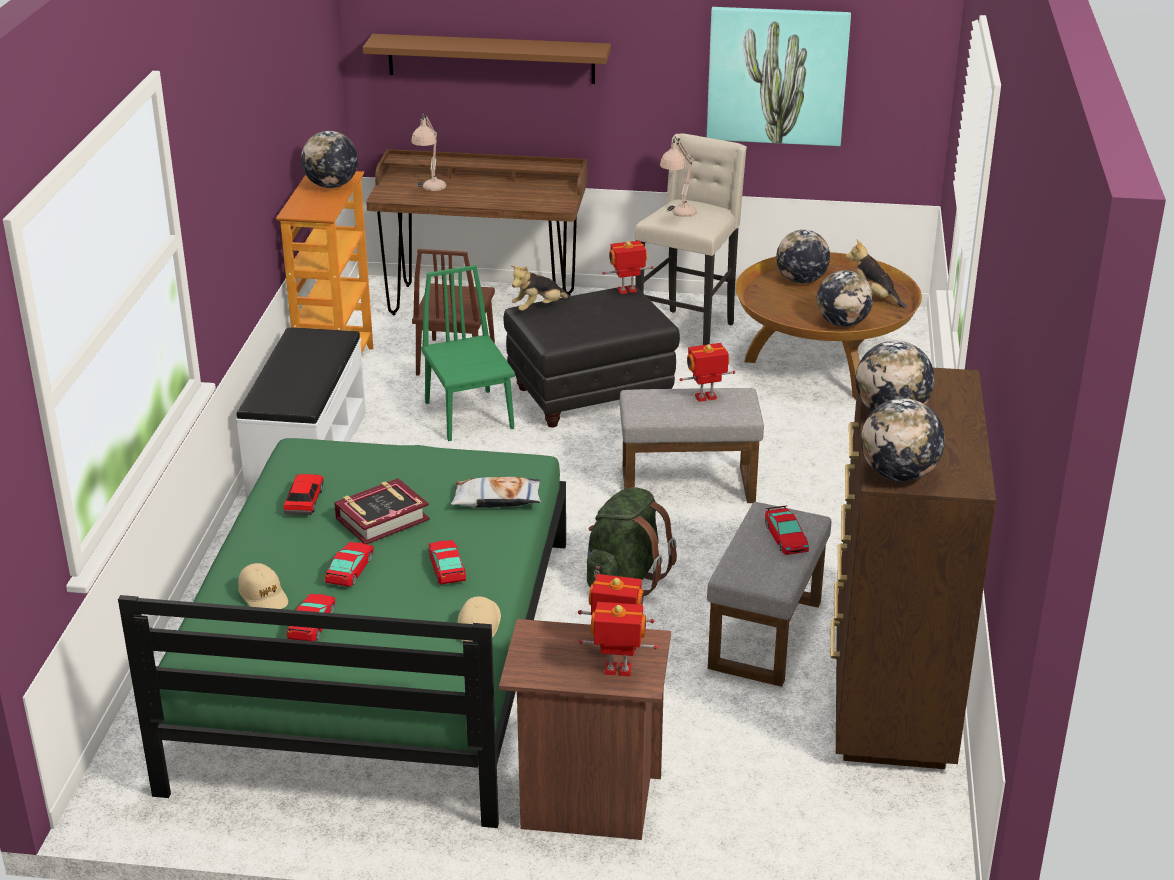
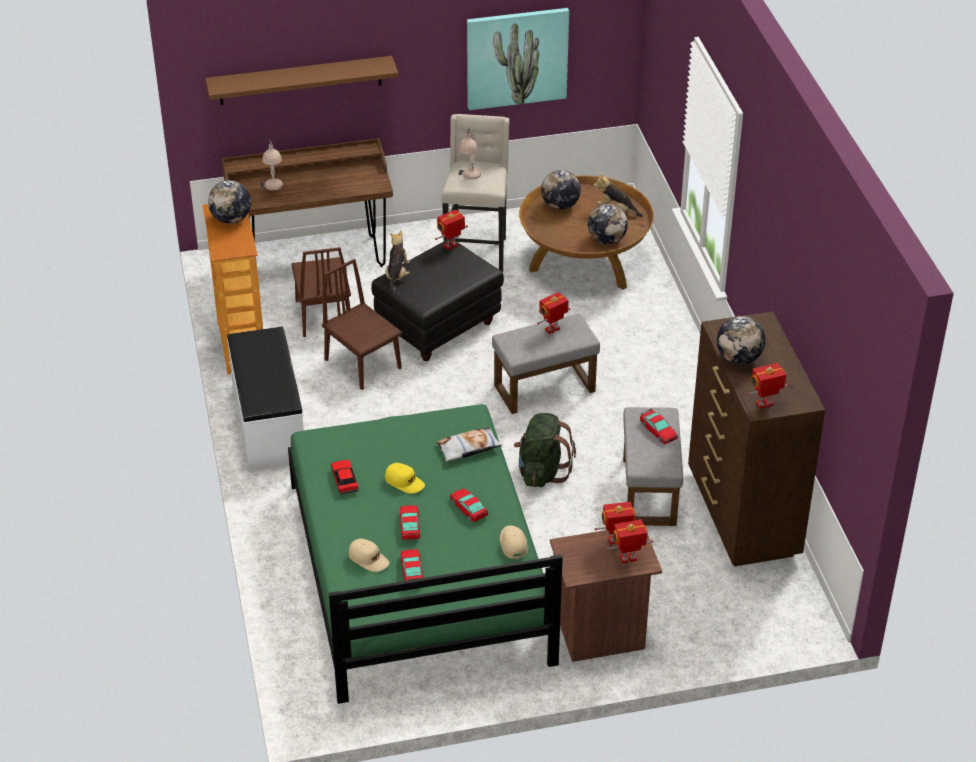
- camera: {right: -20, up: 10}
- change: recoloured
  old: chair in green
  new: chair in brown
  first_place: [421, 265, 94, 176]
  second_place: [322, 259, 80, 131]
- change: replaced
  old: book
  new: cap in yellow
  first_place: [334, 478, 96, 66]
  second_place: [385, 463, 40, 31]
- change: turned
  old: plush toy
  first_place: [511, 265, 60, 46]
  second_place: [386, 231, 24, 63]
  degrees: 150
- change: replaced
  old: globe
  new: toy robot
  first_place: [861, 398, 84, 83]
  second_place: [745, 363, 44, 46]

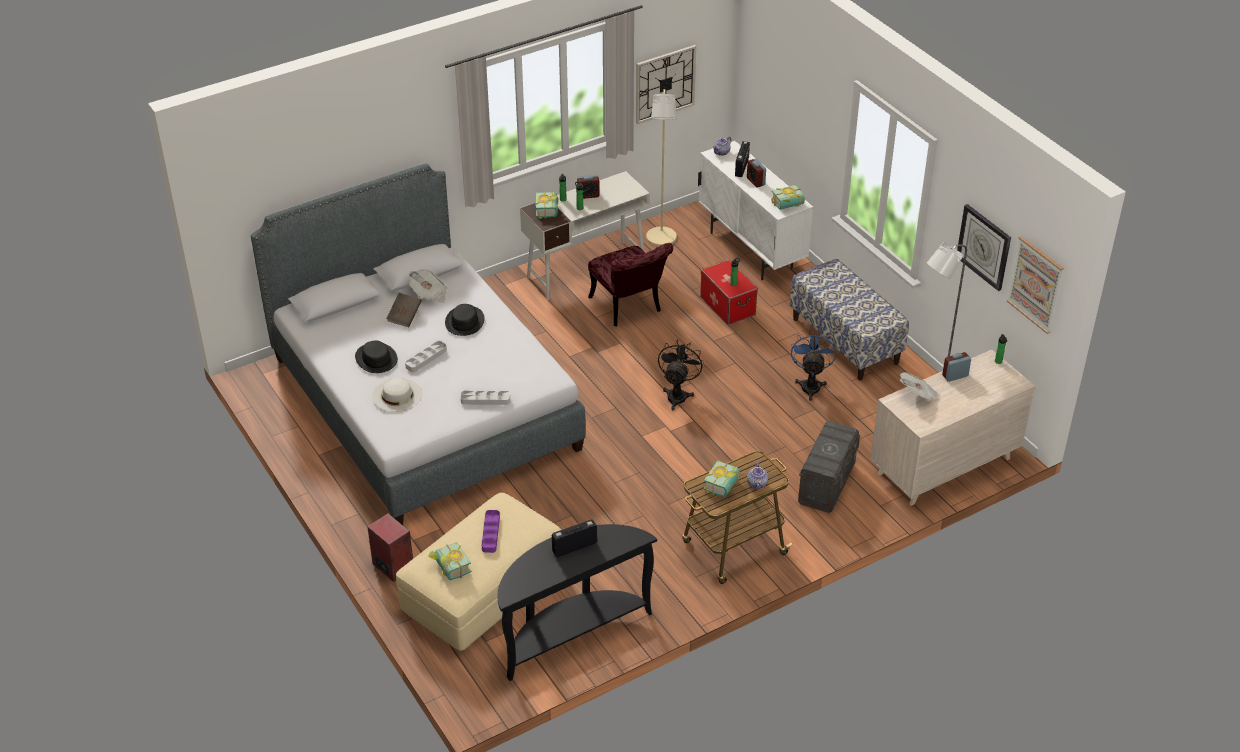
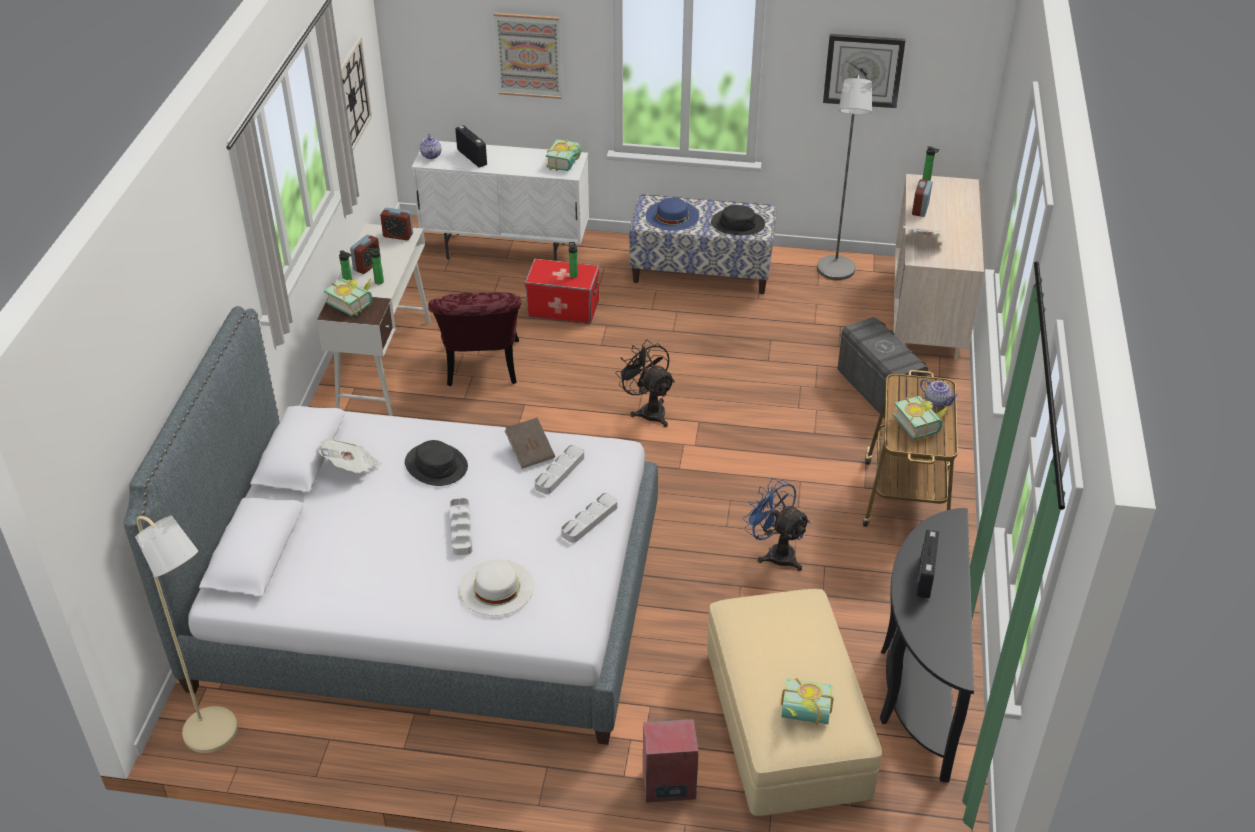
- camera: {right: -50, up: 0}
- change: moved
  old: floor lamp in beige
  first_place: [646, 89, 31, 158]
  second_place: [135, 516, 103, 237]
- change: moved
  old: alarm clock
  first_place: [747, 158, 19, 30]
  second_place: [380, 208, 33, 32]
- change: turned
  old: chair in red
  first_place: [588, 243, 85, 83]
  second_place: [428, 292, 93, 94]
  degrees: 75
- change: moved
  old: picture
  first_place: [1007, 236, 57, 98]
  second_place: [494, 12, 68, 87]
- change: moved
  old: book in brown
  first_place: [386, 293, 36, 34]
  second_place: [505, 418, 50, 51]
- change: added
  new: tray in grey
  second_place: [535, 445, 49, 49]
- change: added
  new: hat in blue
  second_place: [646, 198, 53, 33]
- change: moved
  old: hat in black
  first_place: [355, 341, 43, 32]
  second_place: [711, 205, 54, 30]
- change: moved
  old: fan in blue
  first_place: [791, 331, 45, 70]
  second_place: [743, 478, 67, 93]
- change: removed
  old: tray in purple
  first_place: [482, 510, 18, 43]

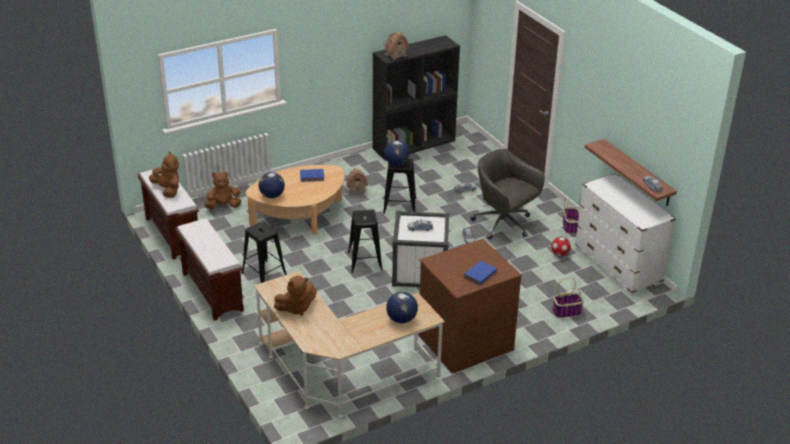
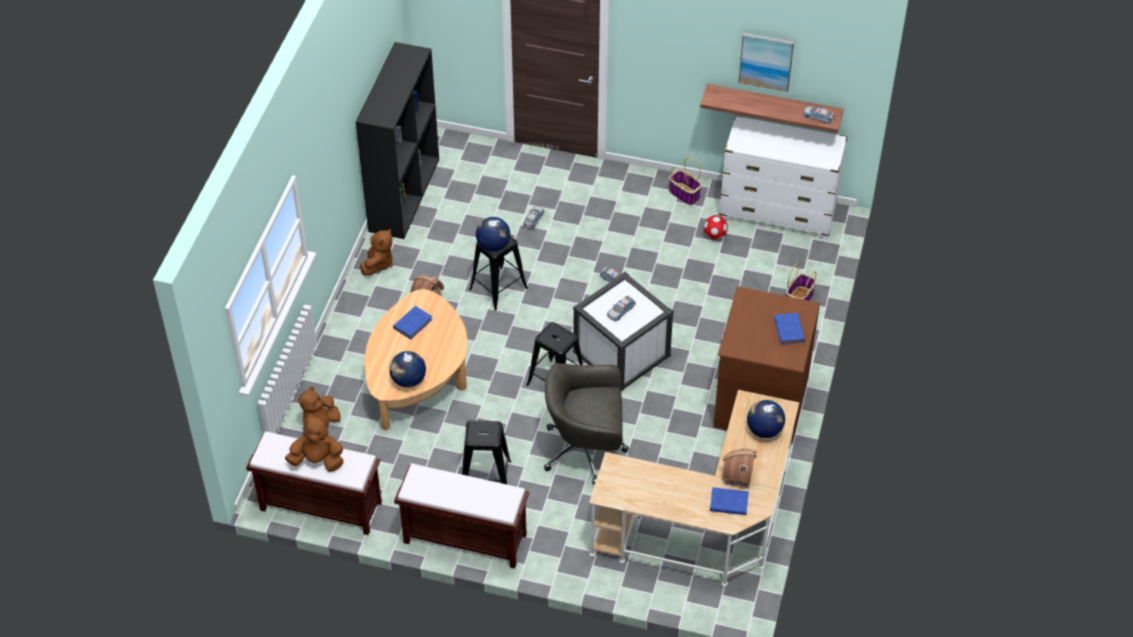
- camera: {right: -45, up: 15}
- change: moved
  old: plush toy in brown
  first_place: [274, 276, 43, 40]
  second_place: [360, 228, 33, 48]
- change: moved
  old: office chair in grey
  first_place: [470, 149, 75, 90]
  second_place: [544, 363, 85, 122]
- change: added
  new: book in blue
  second_place: [710, 487, 39, 28]
- change: moved
  old: toy house
  first_place: [385, 32, 24, 28]
  second_place: [722, 448, 35, 39]
- change: added
  new: picture
  second_place: [738, 33, 56, 59]

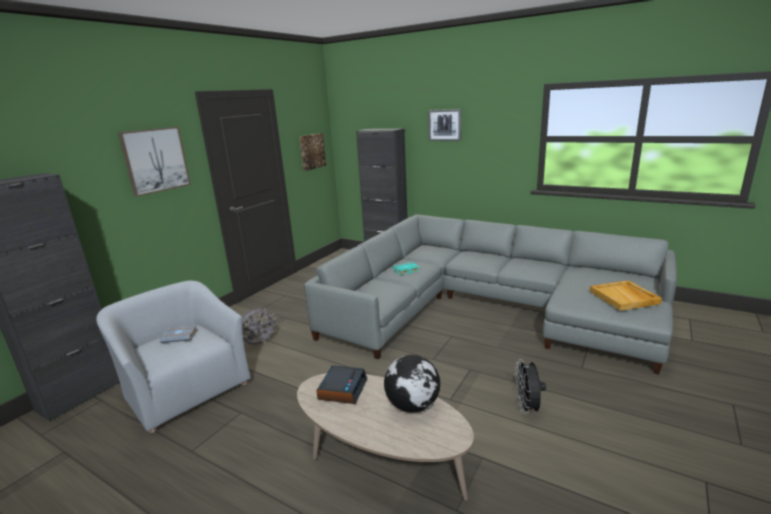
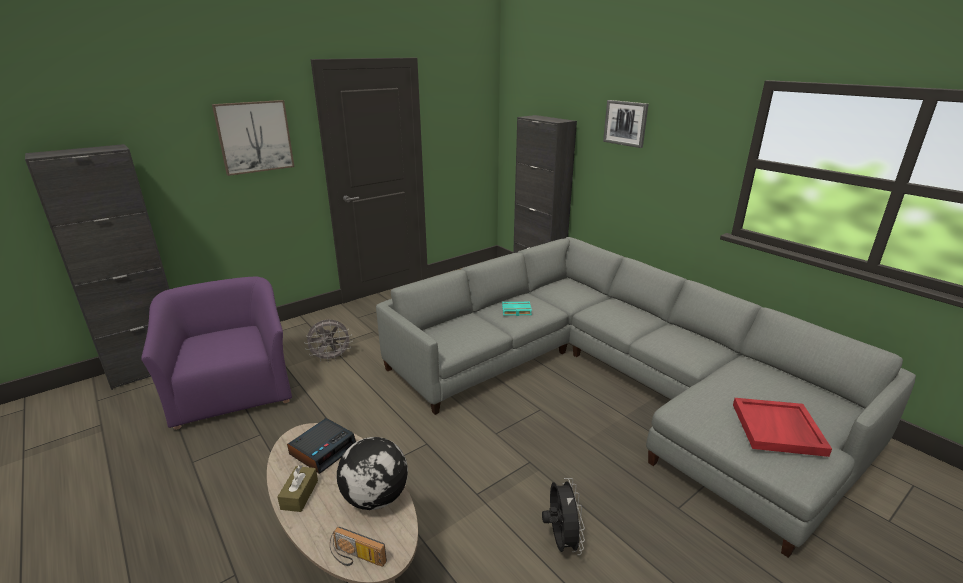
- camera: {right: 20, up: 5}
- change: recoloured
  old: armchair in grey
  new: armchair in purple
  first_place: [96, 280, 155, 153]
  second_place: [141, 276, 151, 154]
- change: added
  new: tissue box in brown
  second_place: [277, 465, 41, 47]
- change: added
  new: radio
  second_place: [330, 527, 57, 40]
- change: turned
  old: fan in black
  first_place: [515, 359, 31, 55]
  second_place: [542, 478, 43, 77]
  degrees: 150
- change: recoloured
  old: tray in beige
  new: tray in red
  first_place: [590, 280, 72, 31]
  second_place: [733, 398, 99, 59]
- change: removed
  old: book in grey
  first_place: [160, 326, 37, 17]
- change: removed
  old: picture
  first_place: [299, 133, 27, 38]

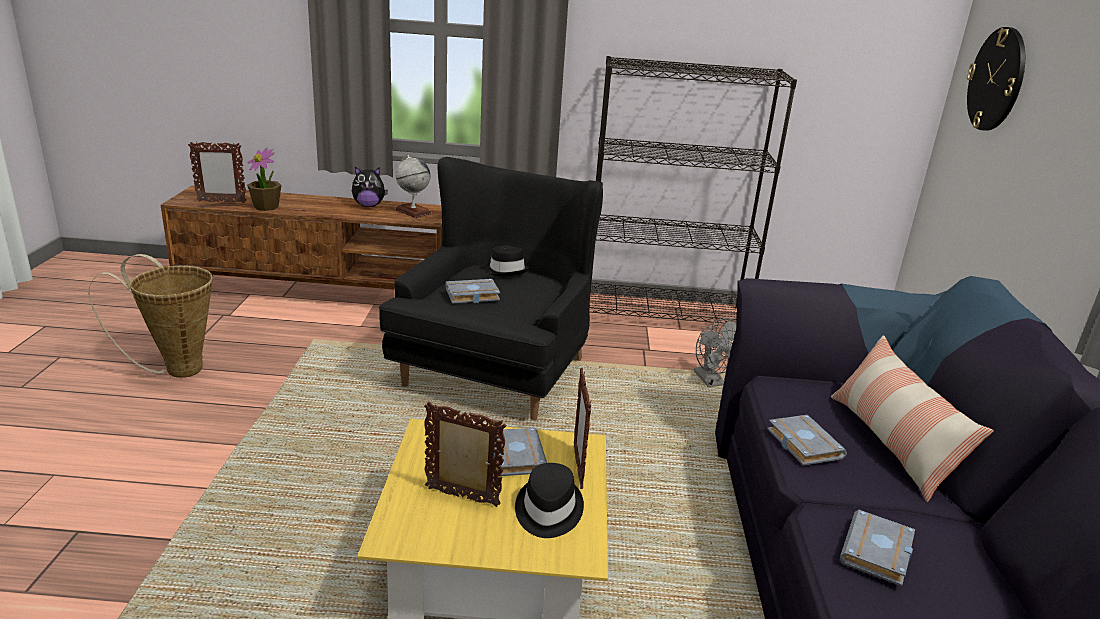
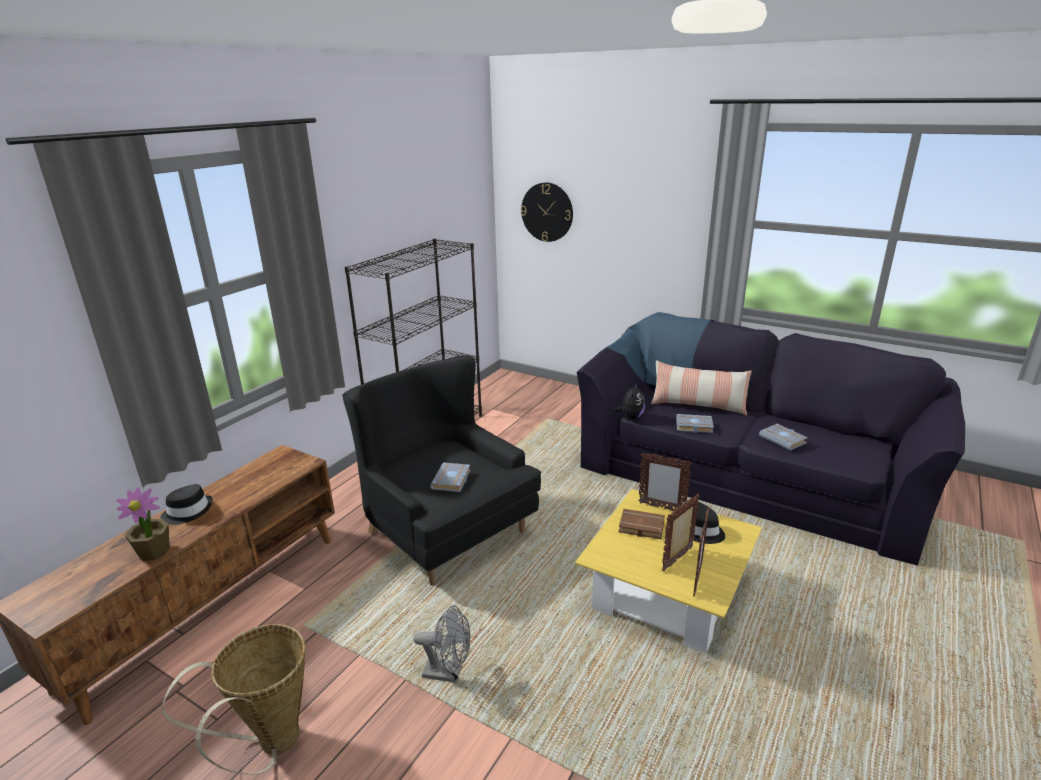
- camera: {right: -60, up: 0}
- change: moved
  old: hat in black
  first_place: [483, 245, 47, 31]
  second_place: [160, 484, 53, 41]
- change: moved
  old: fan in grey
  first_place: [694, 318, 43, 69]
  second_place: [413, 605, 58, 78]
- change: moved
  old: plush toy
  first_place: [352, 167, 36, 40]
  second_place: [614, 382, 31, 37]
- change: recoloured
  old: book in grey
  new: book in brown
  first_place: [494, 428, 53, 48]
  second_place: [619, 509, 46, 30]
- change: moved
  old: picture frame
  first_place: [188, 142, 59, 61]
  second_place: [693, 507, 16, 90]
- change: removed
  old: globe
  first_place: [395, 155, 37, 63]

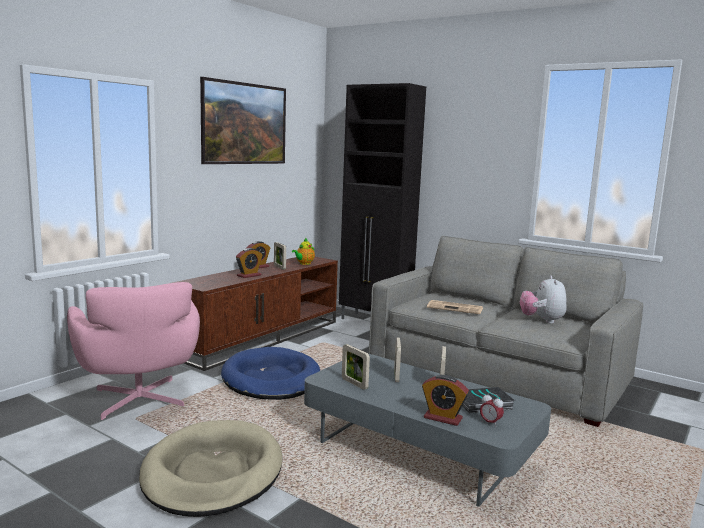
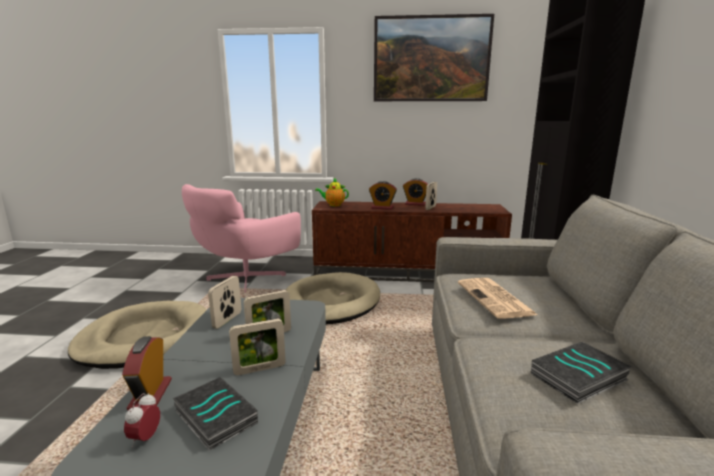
- camera: {right: 60, up: 5}
- change: recoloured
  old: dog bed in blue
  new: dog bed in beige
  first_place: [221, 347, 99, 53]
  second_place: [286, 272, 94, 52]
- change: moved
  old: teapot
  first_place: [292, 238, 23, 27]
  second_place: [315, 178, 34, 28]
- change: replaced
  old: plush toy
  new: book
  first_place: [520, 276, 47, 48]
  second_place: [531, 342, 101, 62]

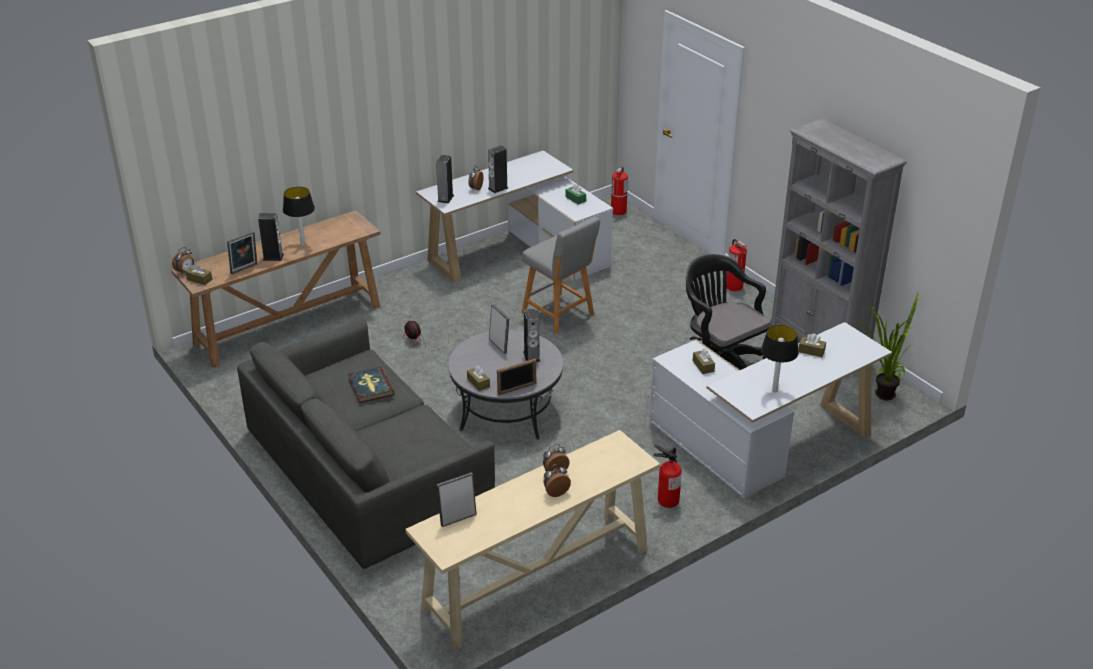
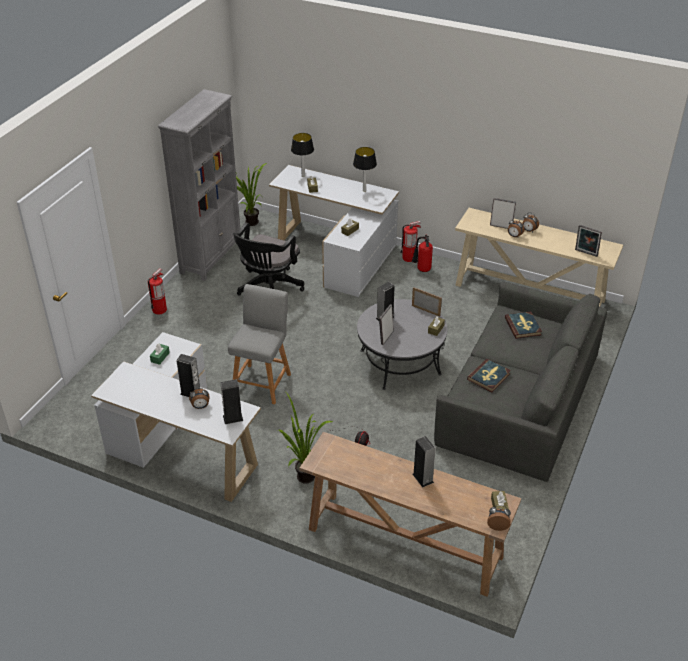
- camera: {right: -120, up: 5}
- change: added
  new: potted plant
  second_place: [278, 392, 55, 92]
- change: moved
  old: table lamp
  first_place: [283, 187, 32, 59]
  second_place: [291, 133, 23, 44]
- change: moved
  old: fire extinguisher
  first_place: [611, 167, 17, 48]
  second_place: [400, 221, 21, 41]
- change: moved
  old: picture frame
  first_place: [227, 231, 30, 43]
  second_place: [490, 198, 26, 31]
- change: added
  new: book
  second_place: [505, 311, 37, 28]

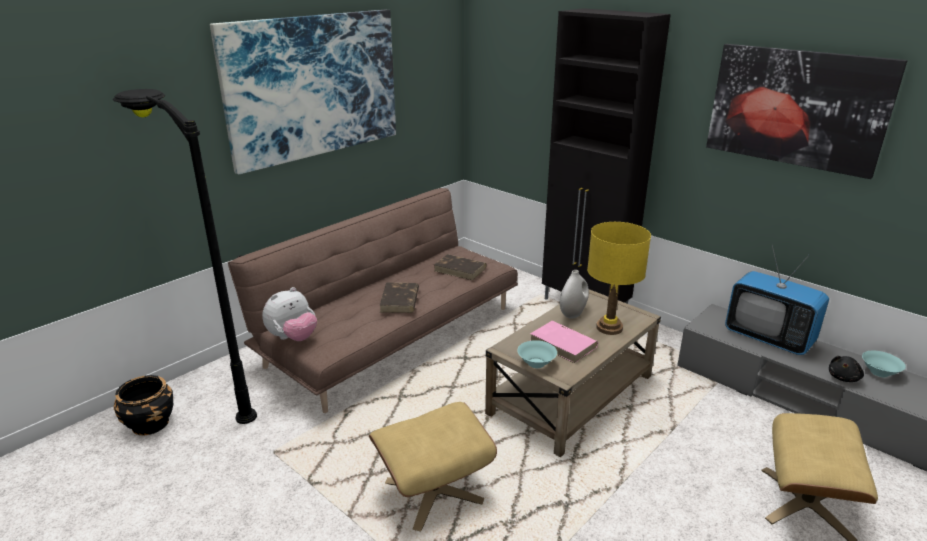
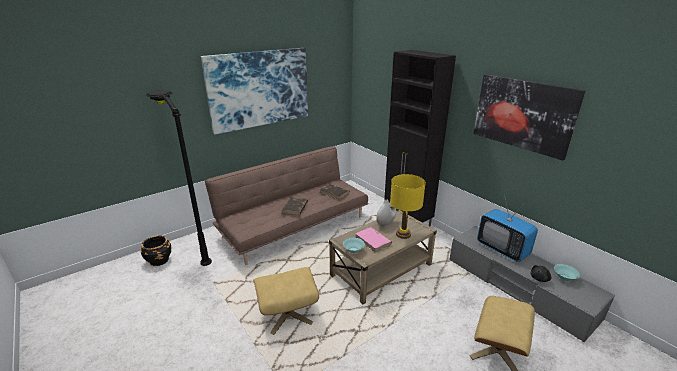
- camera: {right: 10, up: 0}
- change: removed
  old: plush toy
  first_place: [262, 287, 55, 54]

